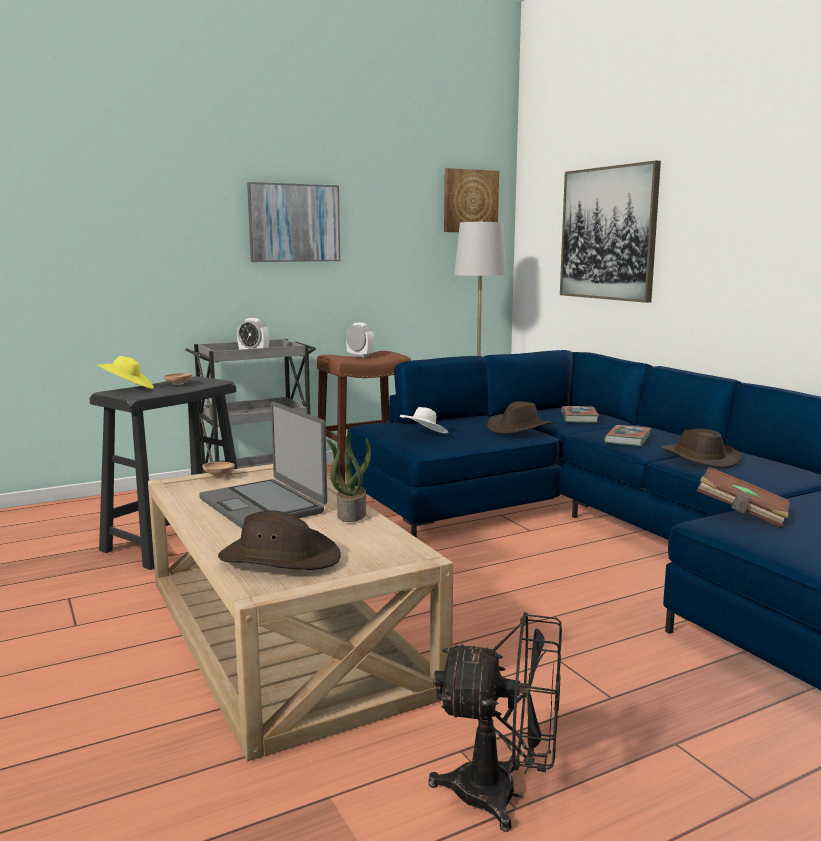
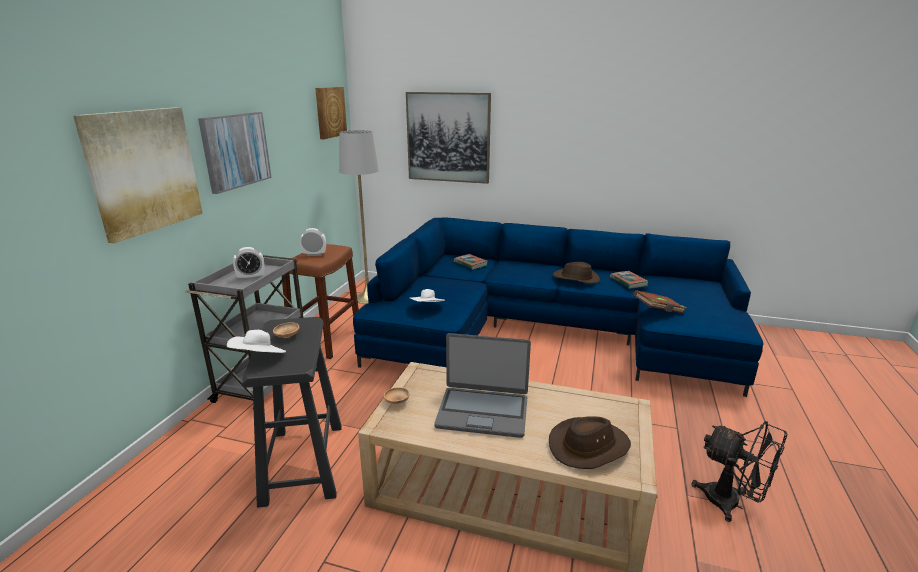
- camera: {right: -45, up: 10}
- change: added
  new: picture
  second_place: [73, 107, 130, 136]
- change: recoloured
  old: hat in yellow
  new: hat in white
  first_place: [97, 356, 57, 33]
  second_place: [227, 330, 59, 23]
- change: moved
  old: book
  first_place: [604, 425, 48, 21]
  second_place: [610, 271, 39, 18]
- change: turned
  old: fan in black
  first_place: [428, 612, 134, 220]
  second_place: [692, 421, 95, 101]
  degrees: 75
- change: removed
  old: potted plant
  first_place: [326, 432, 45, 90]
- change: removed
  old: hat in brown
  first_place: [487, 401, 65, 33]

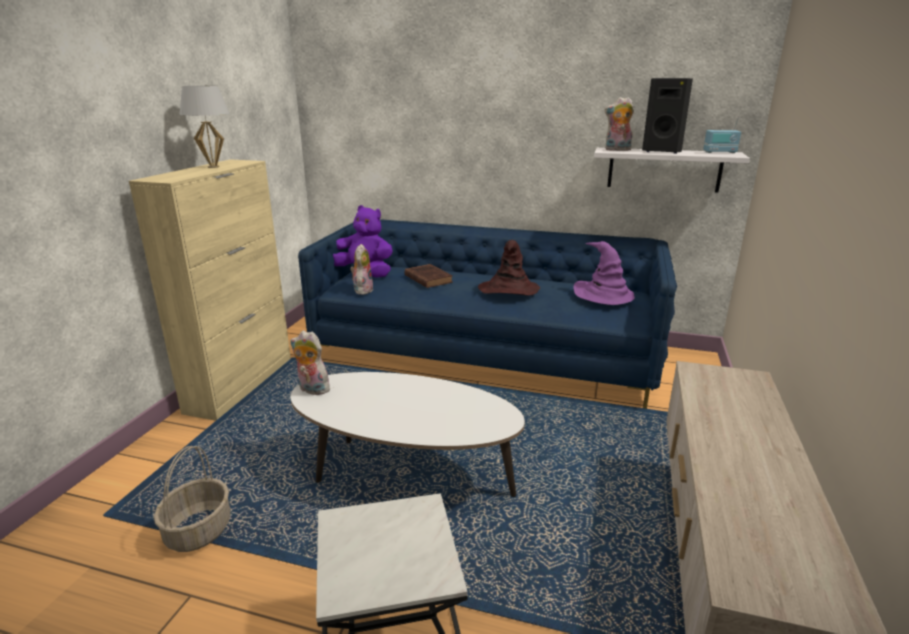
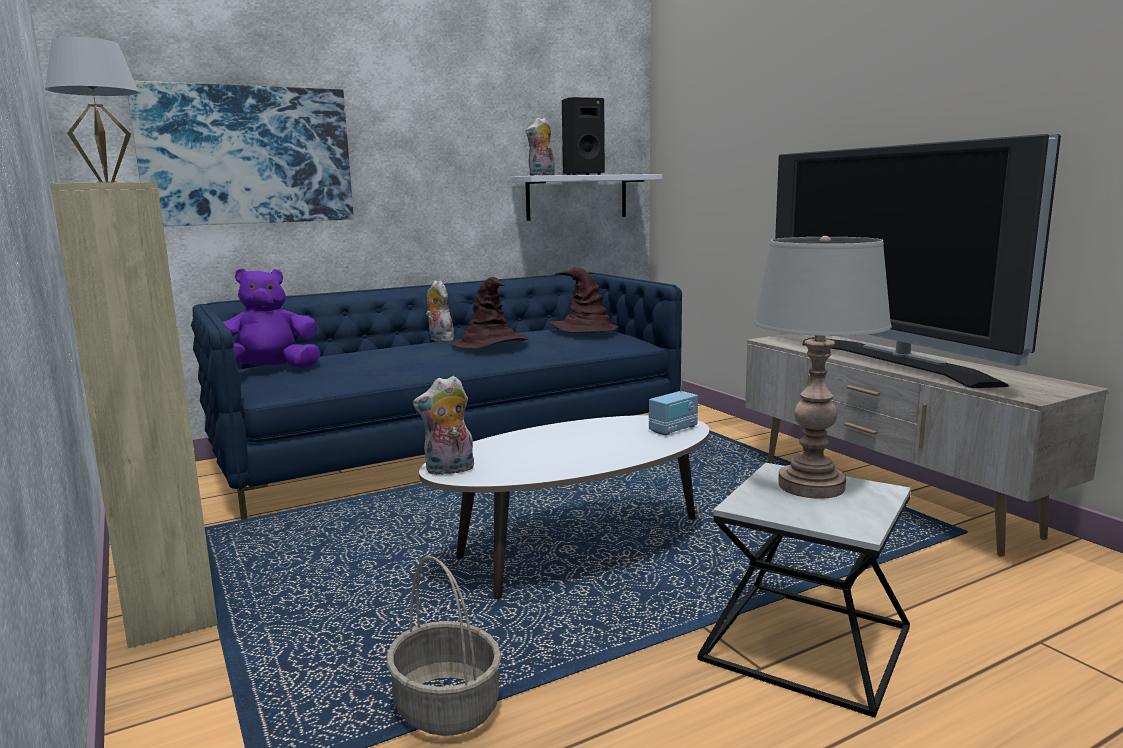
- camera: {right: -45, up: -10}
- change: added
  new: picture
  second_place: [128, 81, 226, 145]
- change: moved
  old: plush toy
  first_place: [350, 244, 23, 51]
  second_place: [426, 280, 28, 62]
- change: recoloured
  old: hat in purple
  new: hat in brown
  first_place: [574, 241, 61, 64]
  second_place: [550, 267, 68, 66]
- change: moved
  old: radio
  first_place: [703, 116, 38, 37]
  second_place: [649, 371, 49, 64]
- change: added
  new: table lamp in grey
  second_place: [754, 236, 138, 263]
- change: added
  new: television
  second_place: [775, 134, 286, 254]
- change: removed
  old: book in brown
  first_place: [405, 264, 48, 24]

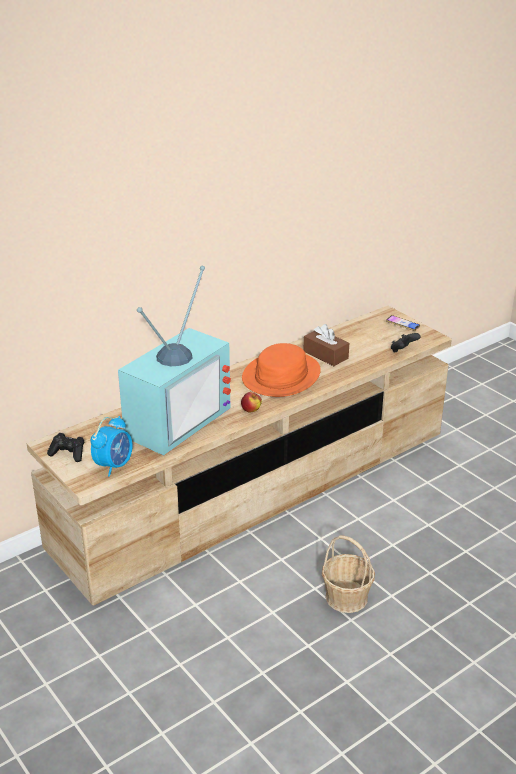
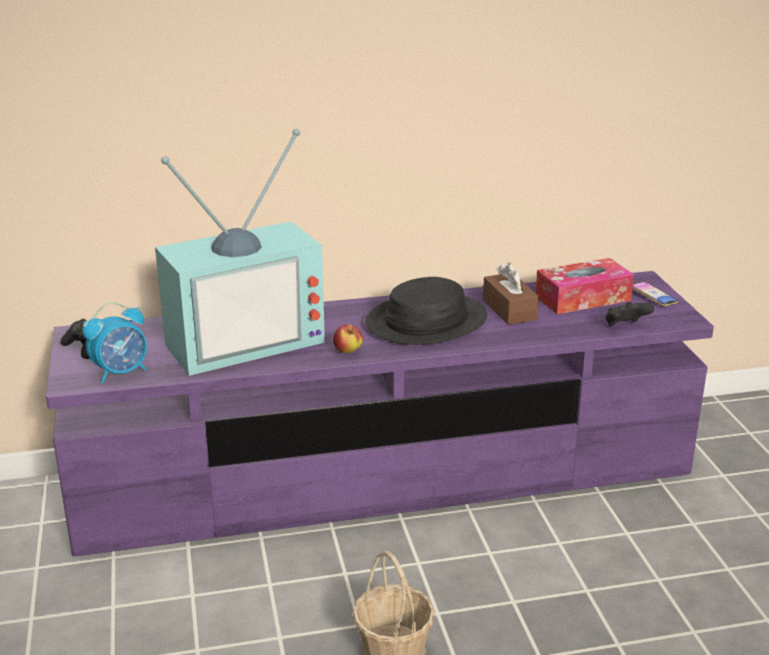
- camera: {right: 25, up: -5}
- change: recoloured
  old: tv stand in beige
  new: tv stand in purple
  first_place: [27, 306, 425, 299]
  second_place: [46, 271, 668, 285]
- change: recoloured
  old: hat in orange
  new: hat in black
  first_place: [242, 343, 79, 54]
  second_place: [365, 277, 122, 68]
- change: added
  new: tissue box
  second_place: [535, 258, 99, 56]

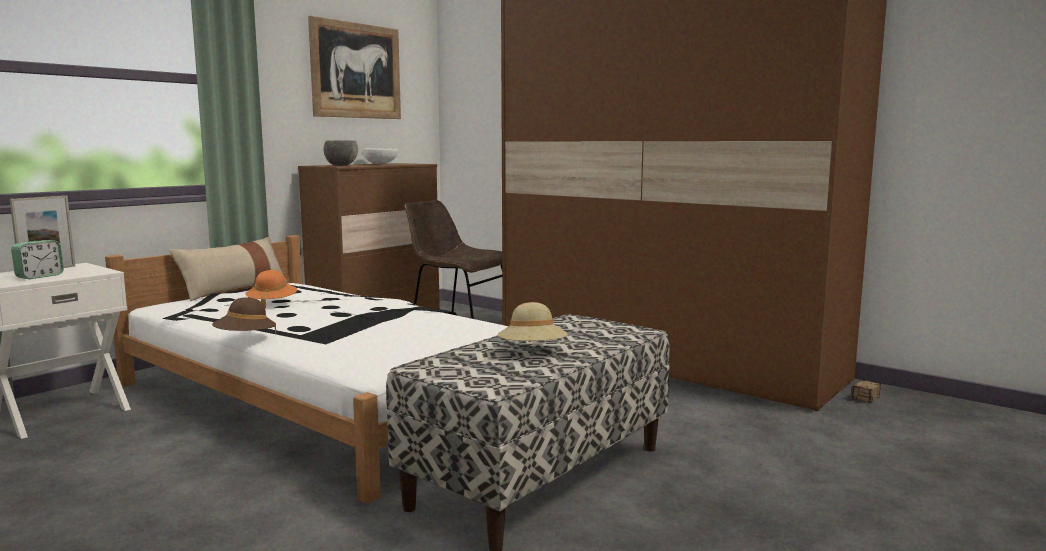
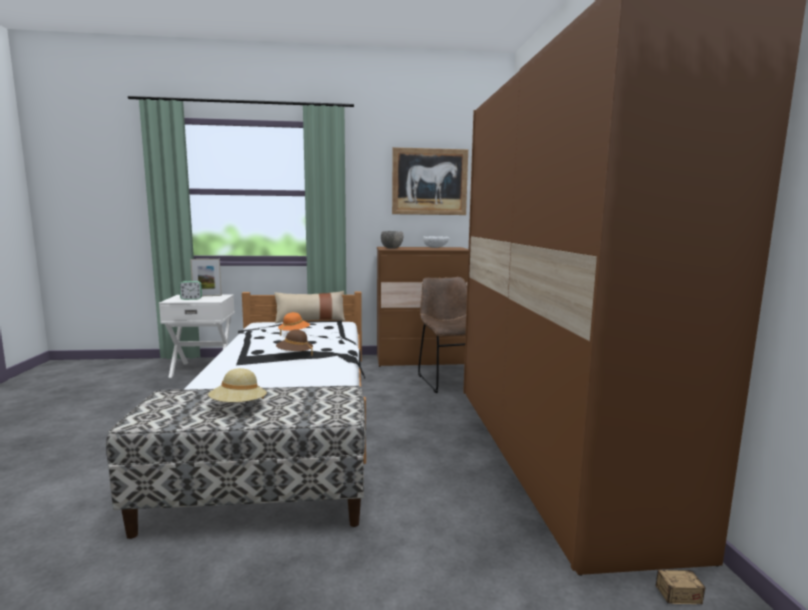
- camera: {right: 45, up: 0}
- change: moved
  old: hat in brown
  first_place: [212, 297, 64, 36]
  second_place: [276, 330, 37, 26]

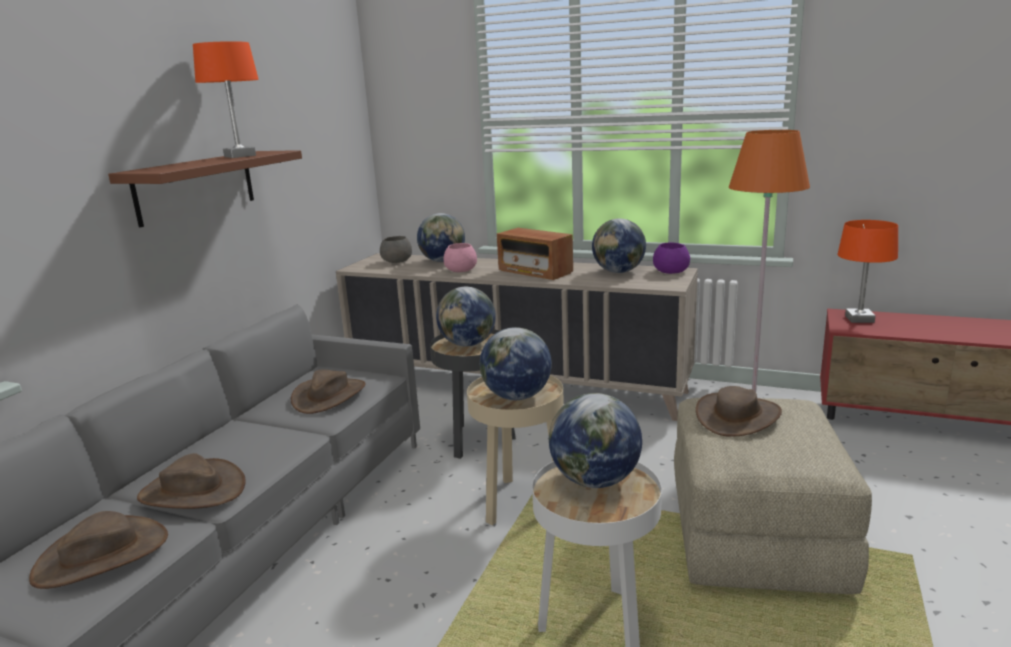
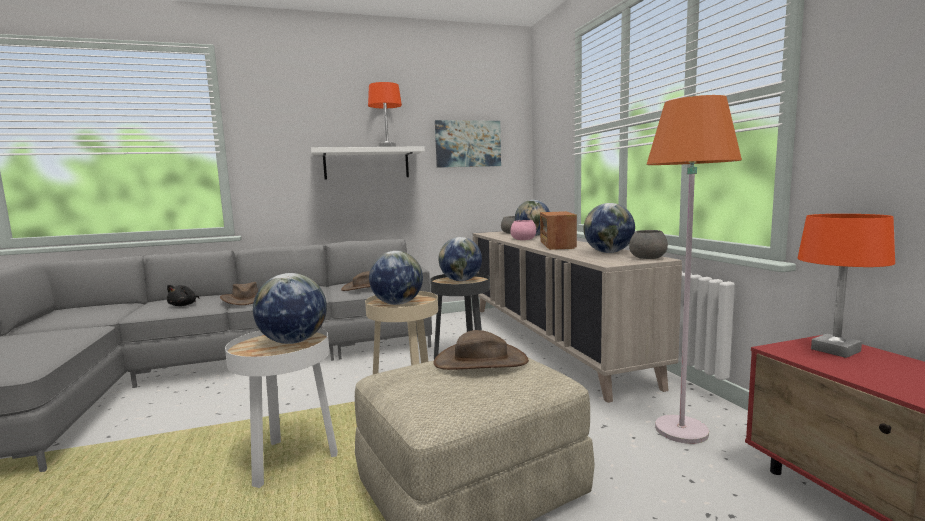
- camera: {right: 50, up: -10}
- change: replaced
  old: hat in brown
  new: plush toy in black
  first_place: [29, 511, 139, 78]
  second_place: [167, 285, 32, 21]
- change: recoloured
  old: shelf in brown
  new: shelf in white
  first_place: [108, 150, 194, 77]
  second_place: [311, 146, 114, 34]
- change: added
  new: picture
  second_place: [435, 120, 66, 48]
- change: recoloured
  old: bowl in purple
  new: bowl in grey
  first_place: [653, 242, 37, 32]
  second_place: [629, 230, 39, 29]

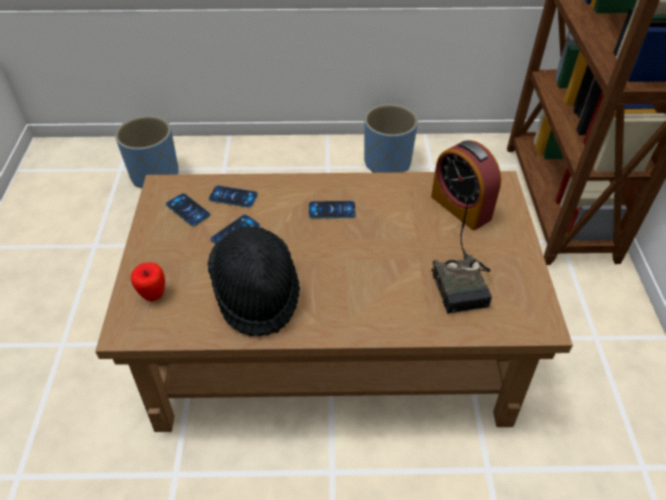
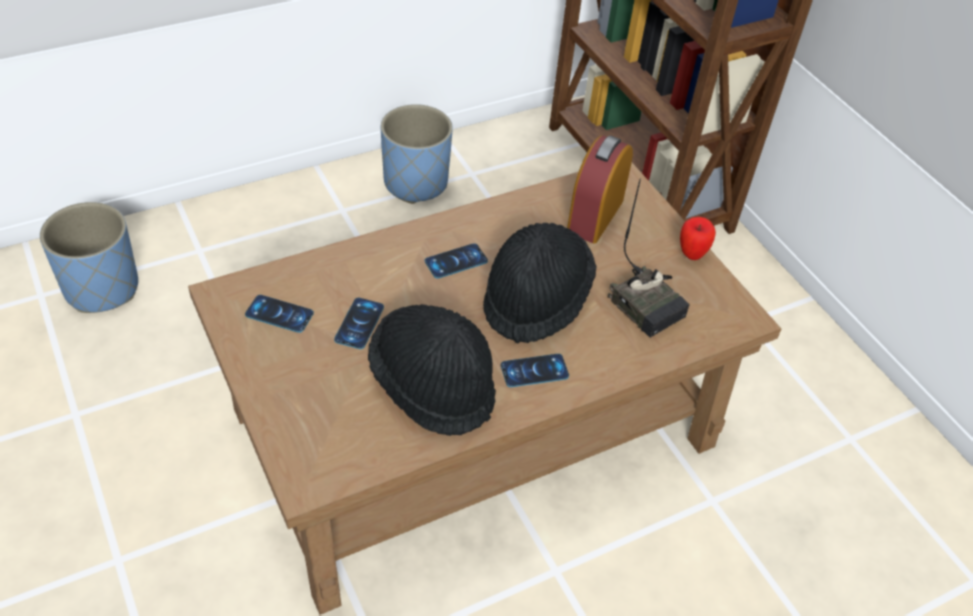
- camera: {right: -30, up: 0}
- change: added
  new: hat in black
  second_place: [483, 223, 114, 121]
- change: moved
  old: phone
  first_place: [209, 185, 49, 23]
  second_place: [501, 354, 68, 33]
- change: turned
  old: alarm clock
  first_place: [431, 140, 70, 90]
  second_place: [567, 135, 66, 109]
  degrees: 90
- change: moved
  old: apple
  first_place: [131, 262, 34, 39]
  second_place: [680, 217, 36, 43]

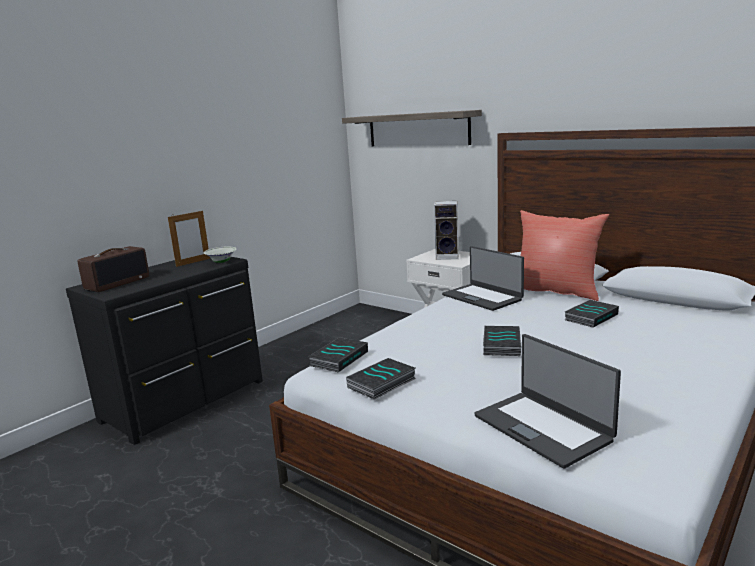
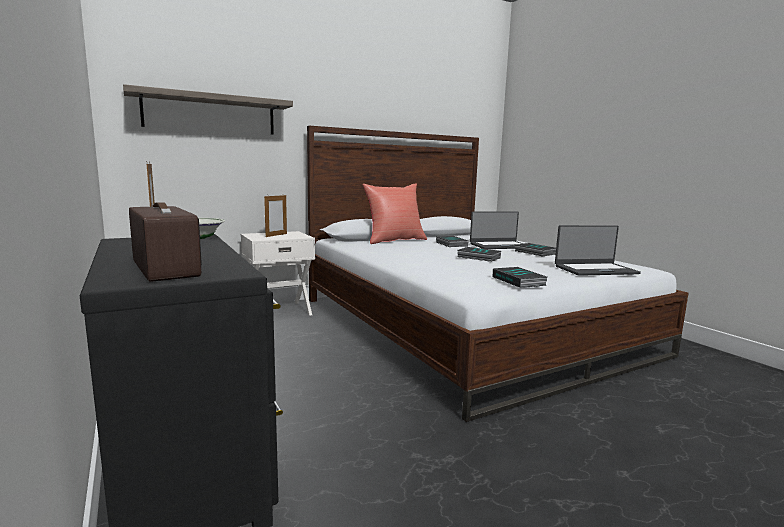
- camera: {right: -70, up: -5}
- change: replaced
  old: speaker
  new: picture frame
  first_place: [434, 201, 25, 59]
  second_place: [264, 195, 23, 42]
- change: moved
  old: laptop
  first_place: [442, 246, 82, 65]
  second_place: [470, 211, 54, 38]
- change: moved
  old: book
  first_place: [308, 337, 60, 36]
  second_place: [515, 243, 41, 13]

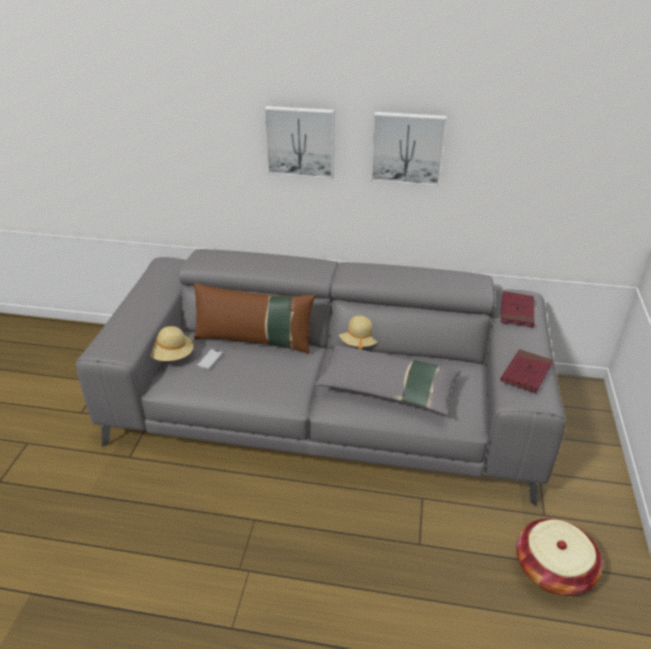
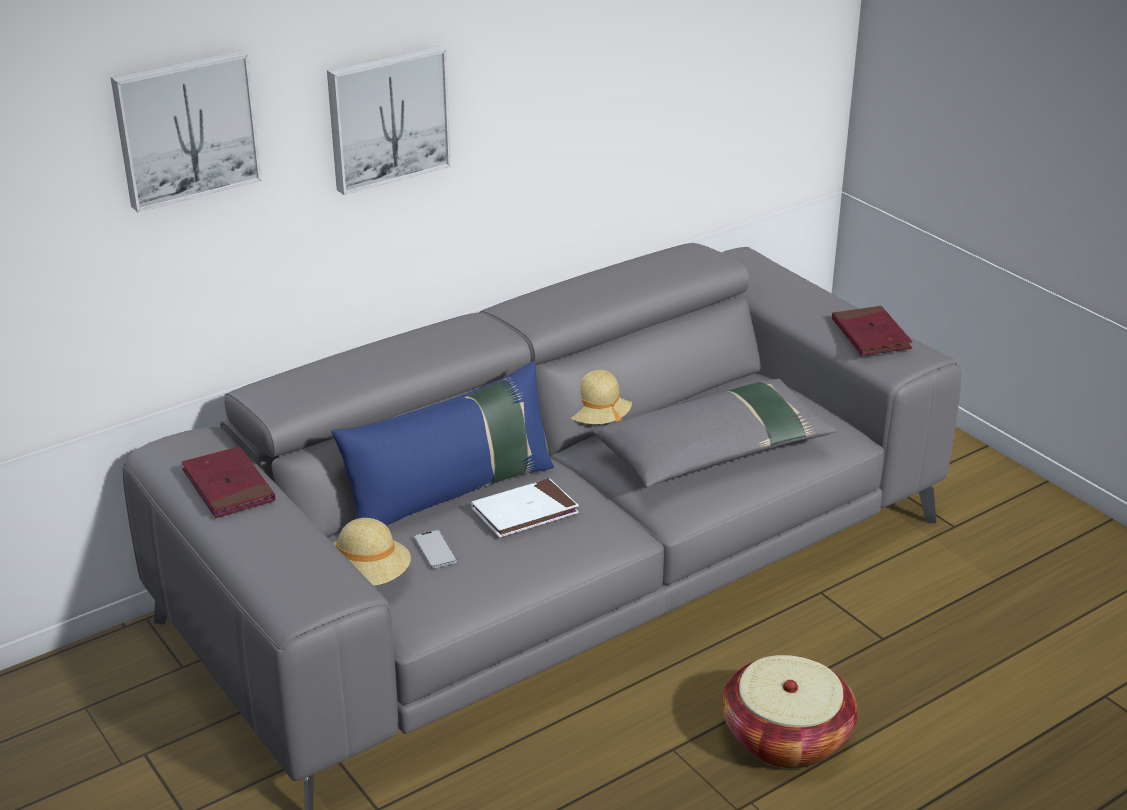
- camera: {right: -45, up: -5}
- change: moved
  old: picture
  first_place: [371, 112, 76, 75]
  second_place: [111, 50, 151, 162]
- change: moved
  old: book in red
  first_place: [501, 291, 33, 37]
  second_place: [182, 446, 93, 72]
- change: recoloured
  old: pillow in brown
  new: pillow in blue
  first_place: [194, 282, 121, 72]
  second_place: [332, 361, 222, 165]
- change: added
  new: book in white
  second_place: [471, 478, 108, 59]
- change: moved
  old: basket
  first_place: [516, 518, 87, 78]
  second_place: [722, 655, 136, 114]

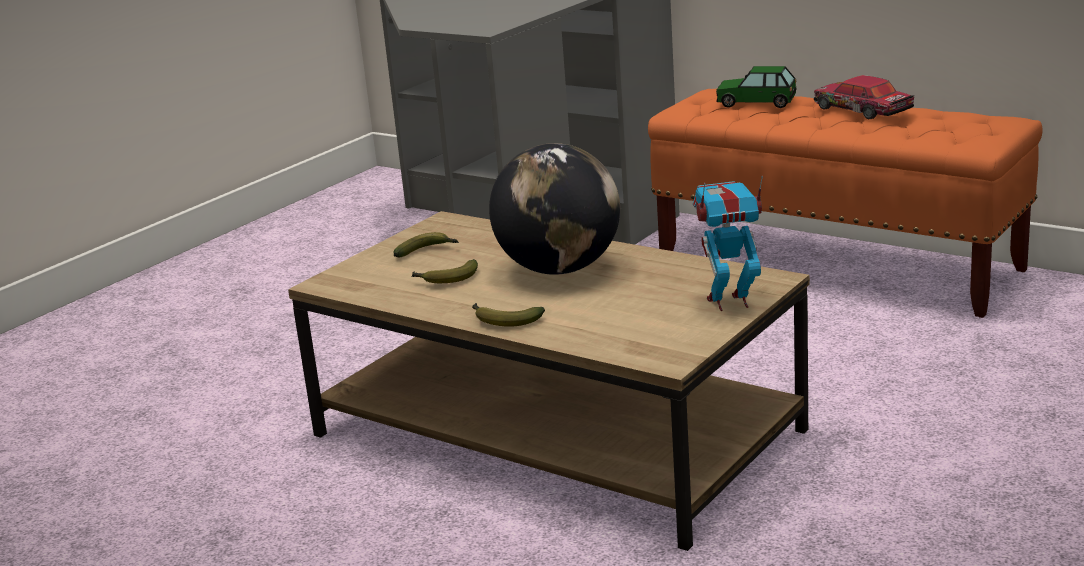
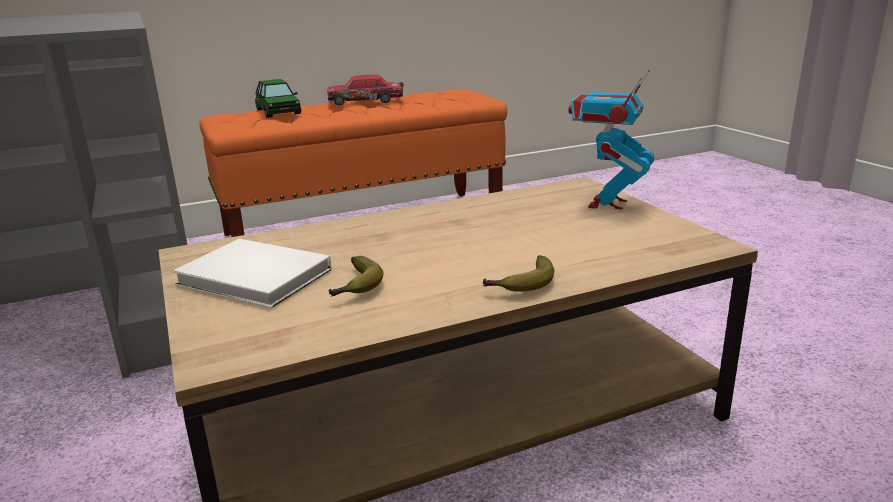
- camera: {right: -60, up: 0}
- change: replaced
  old: banana
  new: book in white
  first_place: [394, 232, 65, 25]
  second_place: [173, 239, 158, 69]
- change: turned
  old: toy car
  first_place: [716, 66, 80, 42]
  second_place: [255, 79, 46, 39]
  degrees: -75
- change: removed
  old: globe
  first_place: [489, 143, 131, 132]

